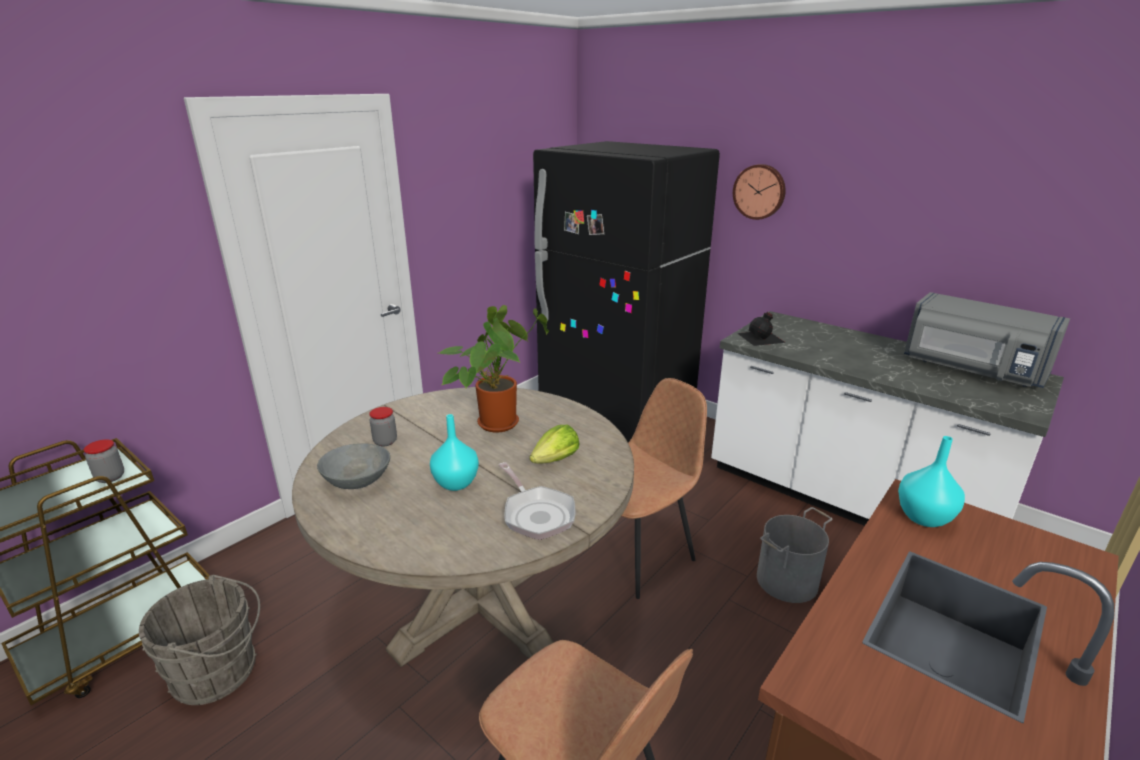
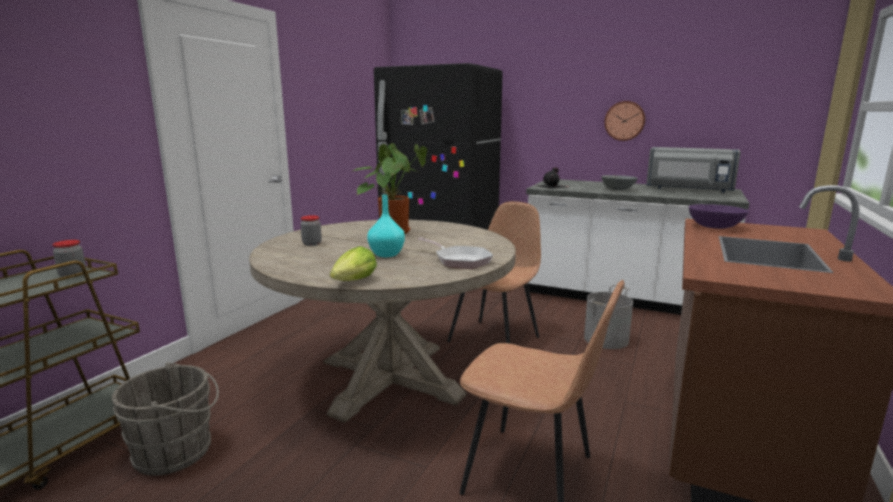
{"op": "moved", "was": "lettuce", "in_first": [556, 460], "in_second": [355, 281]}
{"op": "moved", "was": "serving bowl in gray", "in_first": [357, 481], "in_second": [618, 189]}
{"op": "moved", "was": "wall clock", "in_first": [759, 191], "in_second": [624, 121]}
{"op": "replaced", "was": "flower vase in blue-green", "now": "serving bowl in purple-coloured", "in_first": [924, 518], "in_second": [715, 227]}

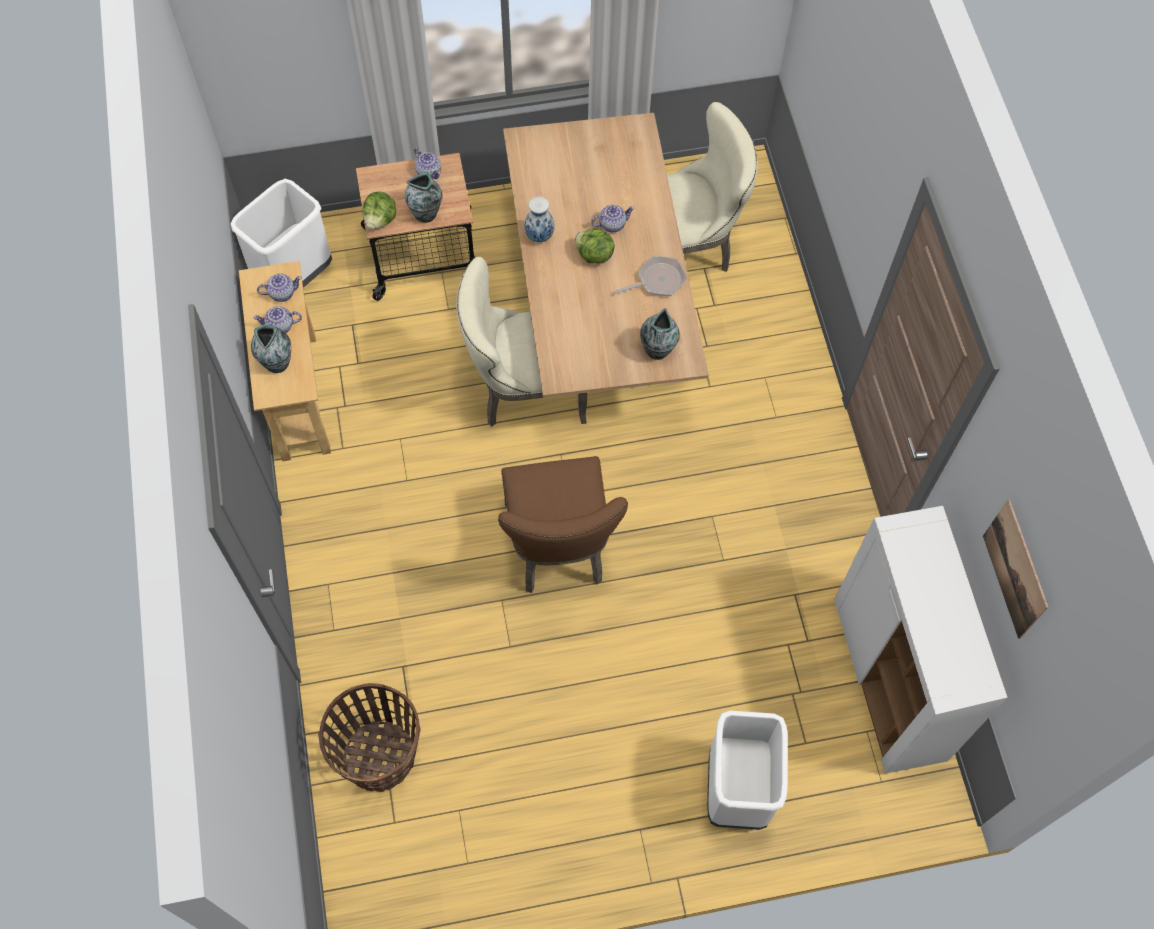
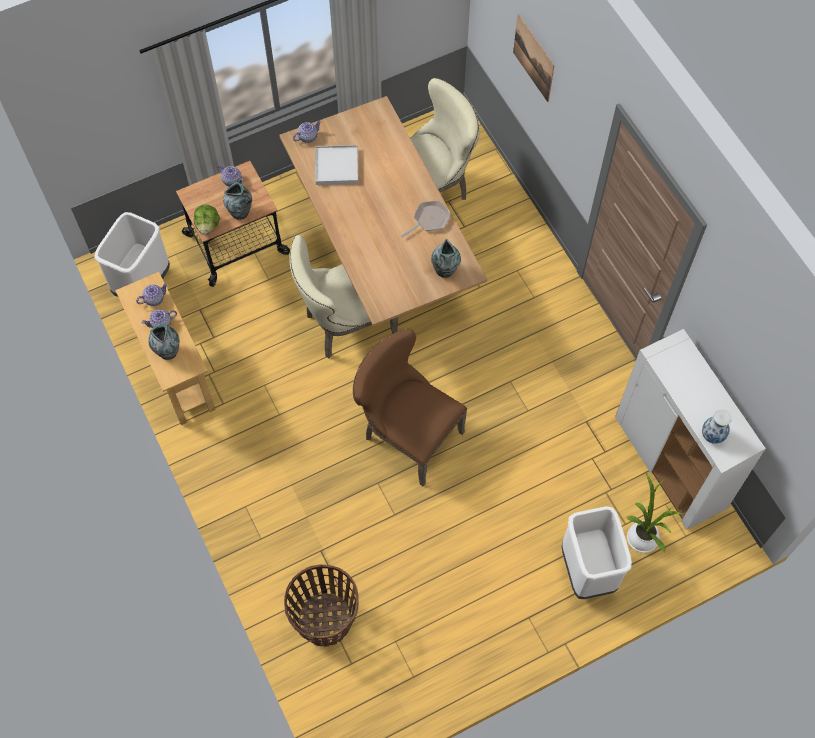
{"op": "moved", "was": "tea pot", "in_first": [611, 224], "in_second": [307, 137]}
{"op": "added", "now": "serving tray in white", "in_second": [336, 166]}
{"op": "turned", "was": "chair in brownish", "in_first": [558, 549], "in_second": [407, 434], "clockwise": 150}
{"op": "moved", "was": "picture", "in_first": [1015, 569], "in_second": [533, 58]}
{"op": "added", "now": "potted plant", "in_second": [641, 535]}
{"op": "moved", "was": "flower vase", "in_first": [539, 236], "in_second": [712, 436]}
{"op": "removed", "was": "lettuce", "in_first": [594, 255]}

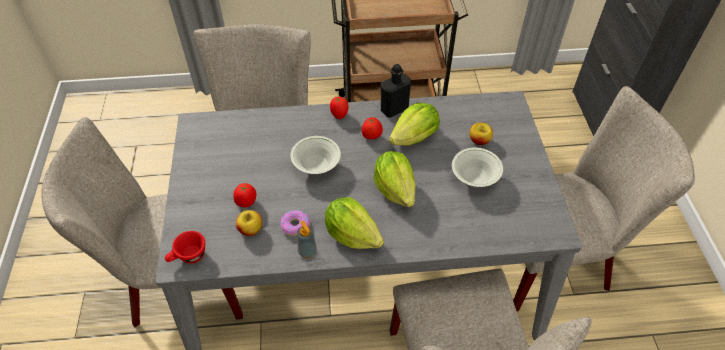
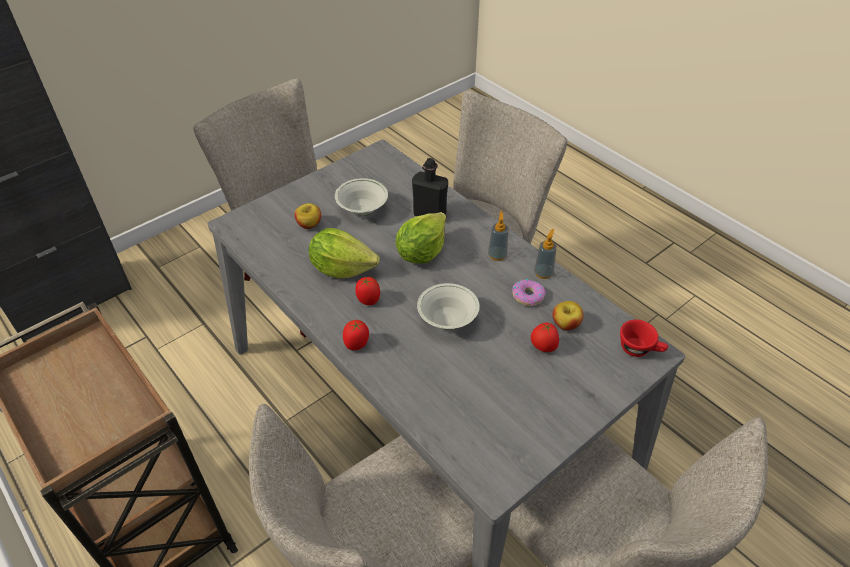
{"op": "moved", "was": "drink bottle in blackish", "in_first": [394, 109], "in_second": [429, 214]}
{"op": "replaced", "was": "lettuce", "now": "soap bottle", "in_first": [352, 234], "in_second": [497, 255]}

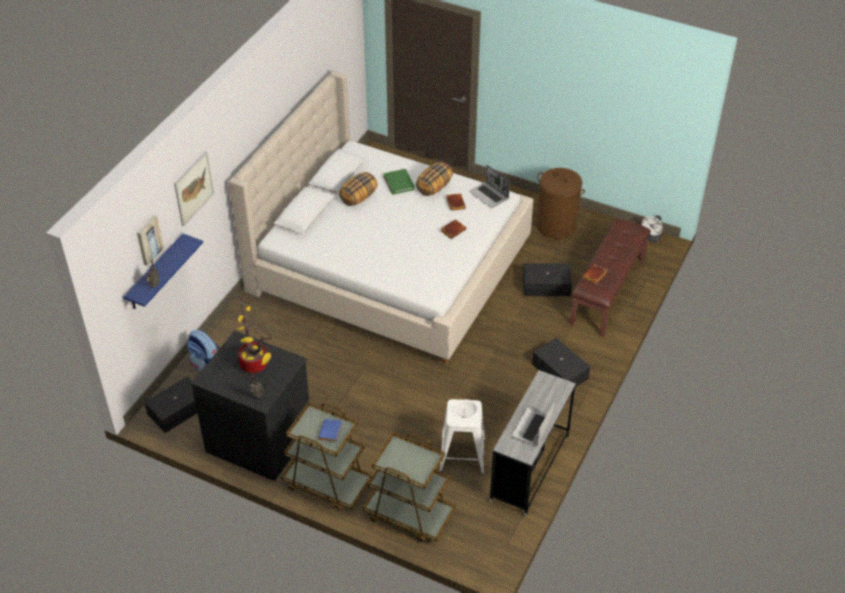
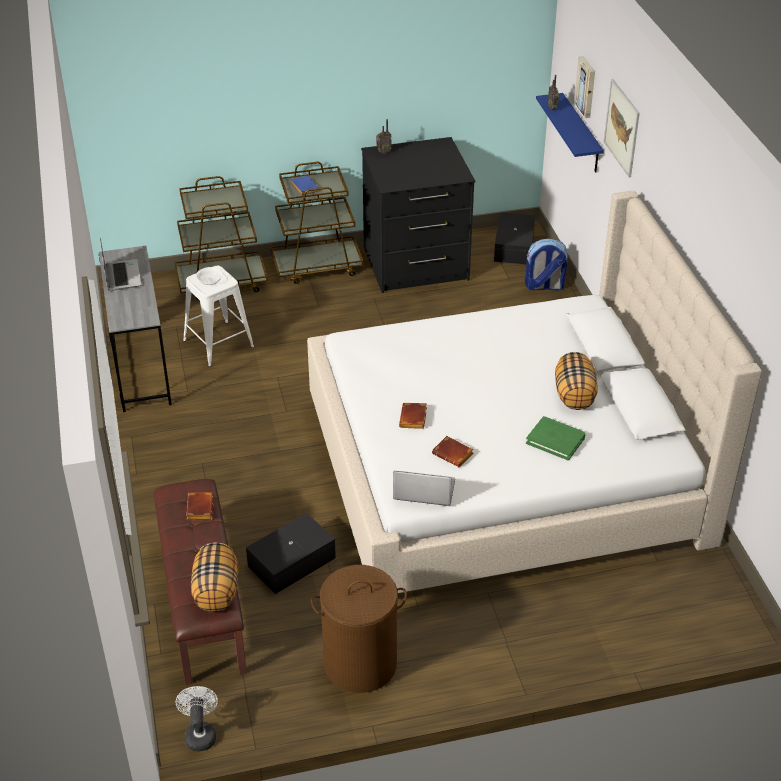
{"op": "moved", "was": "pillow", "in_first": [434, 188], "in_second": [217, 591]}
{"op": "removed", "was": "potted plant", "in_first": [256, 364]}
{"op": "removed", "was": "storage container in blackish", "in_first": [559, 372]}

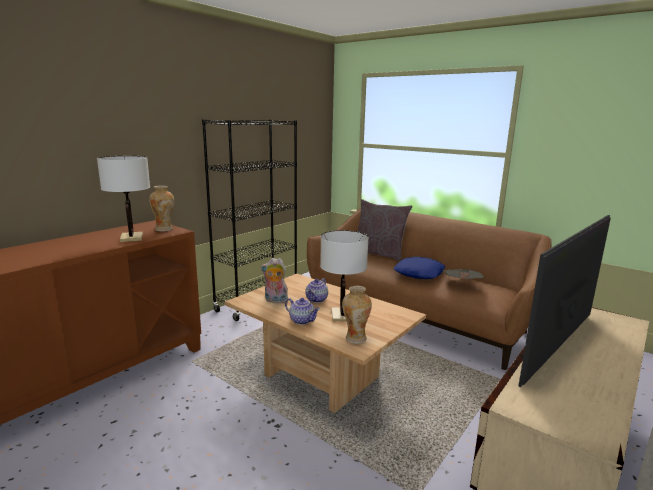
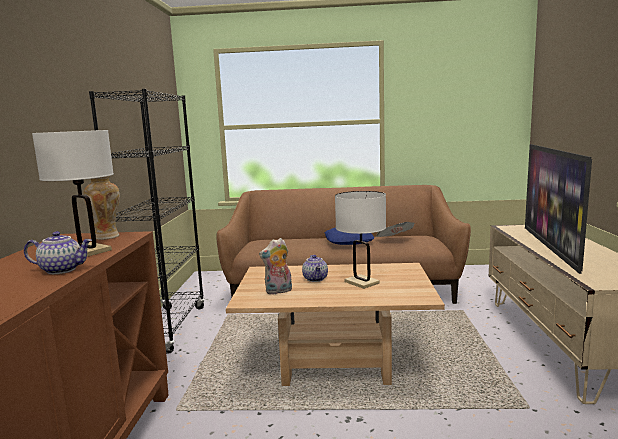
{"op": "moved", "was": "tea pot", "in_first": [302, 320], "in_second": [62, 270]}
{"op": "removed", "was": "flower vase", "in_first": [355, 338]}
{"op": "removed", "was": "pillow in gray", "in_first": [378, 254]}

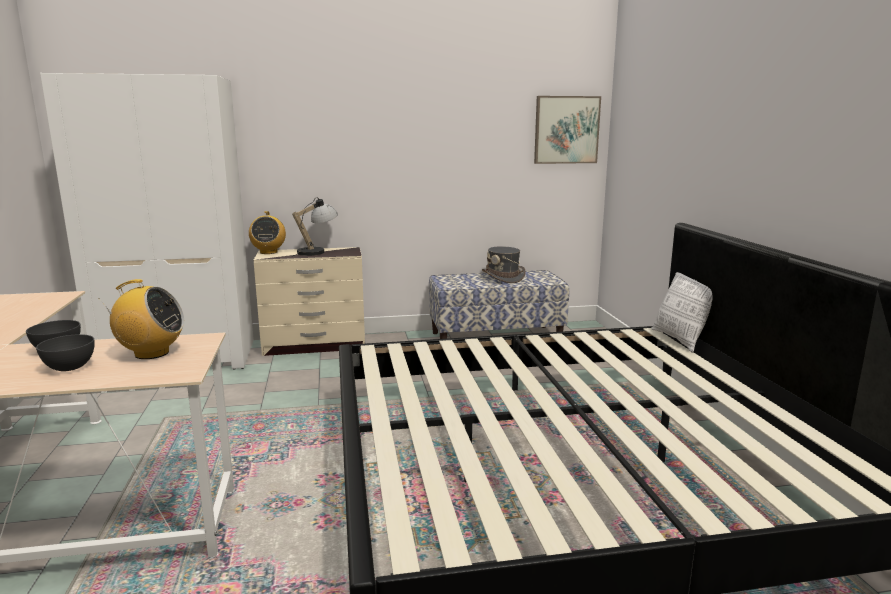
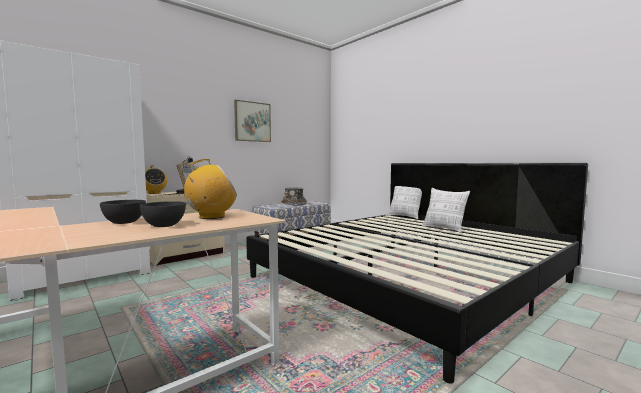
{"op": "moved", "was": "picture", "in_first": [566, 130], "in_second": [252, 121]}
{"op": "added", "now": "pillow", "in_second": [444, 229]}

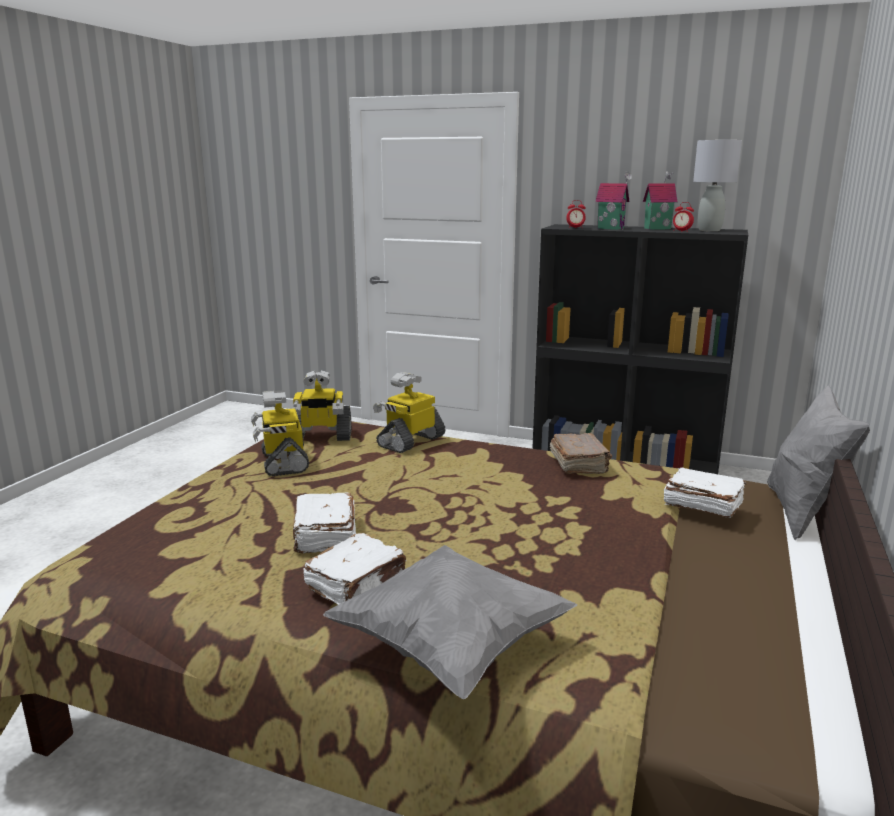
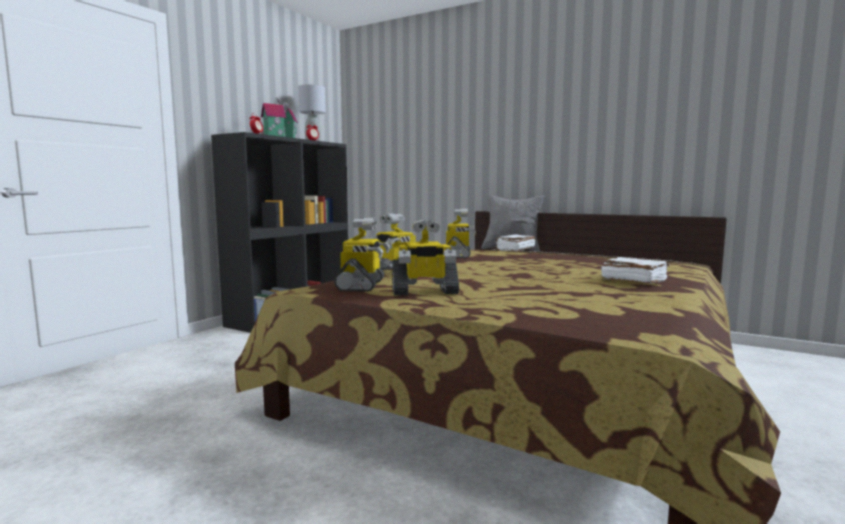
{"op": "replaced", "was": "book in brownish", "now": "model robot", "in_first": [579, 465], "in_second": [458, 255]}
{"op": "removed", "was": "book in white", "in_first": [324, 535]}
{"op": "removed", "was": "pillow in gray", "in_first": [451, 646]}

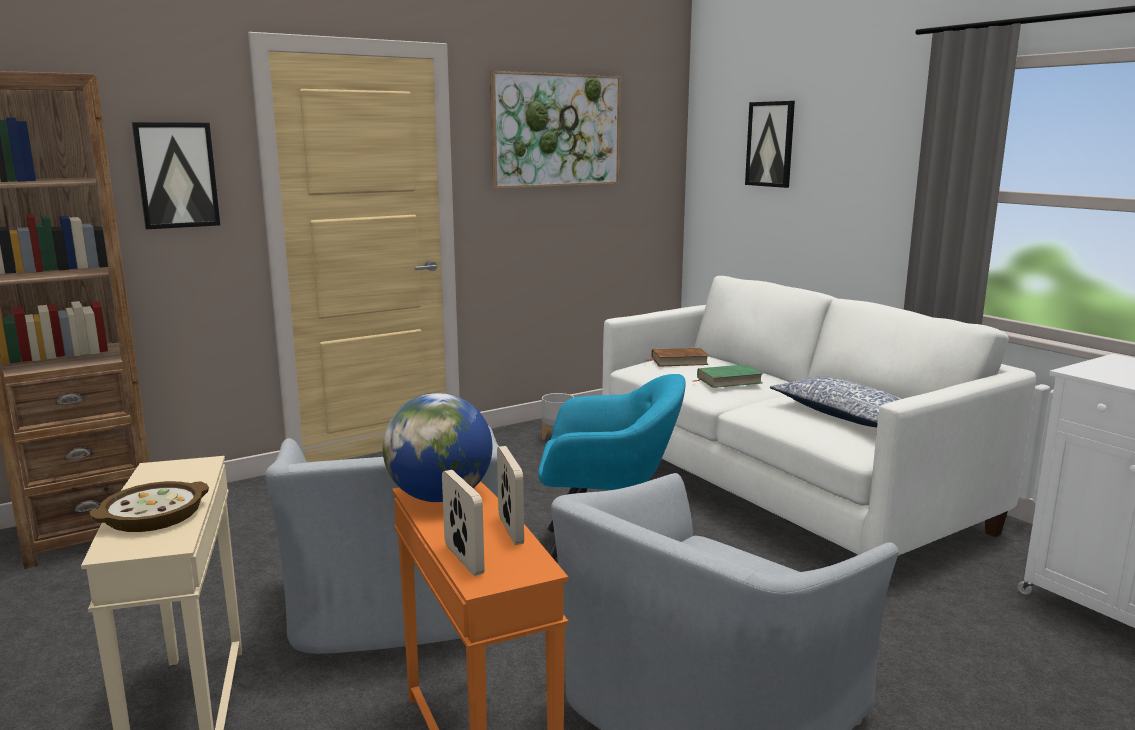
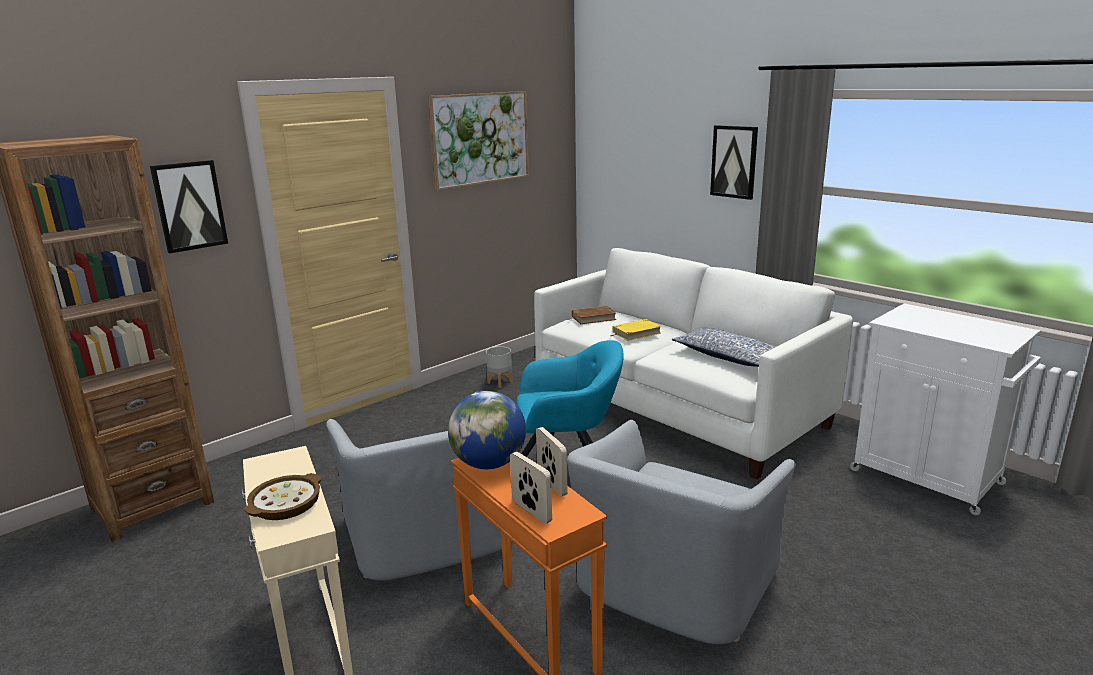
{"op": "recoloured", "was": "book in green", "now": "book in yellowish", "in_first": [729, 380], "in_second": [636, 333]}
{"op": "moved", "was": "picture", "in_first": [770, 144], "in_second": [734, 161]}

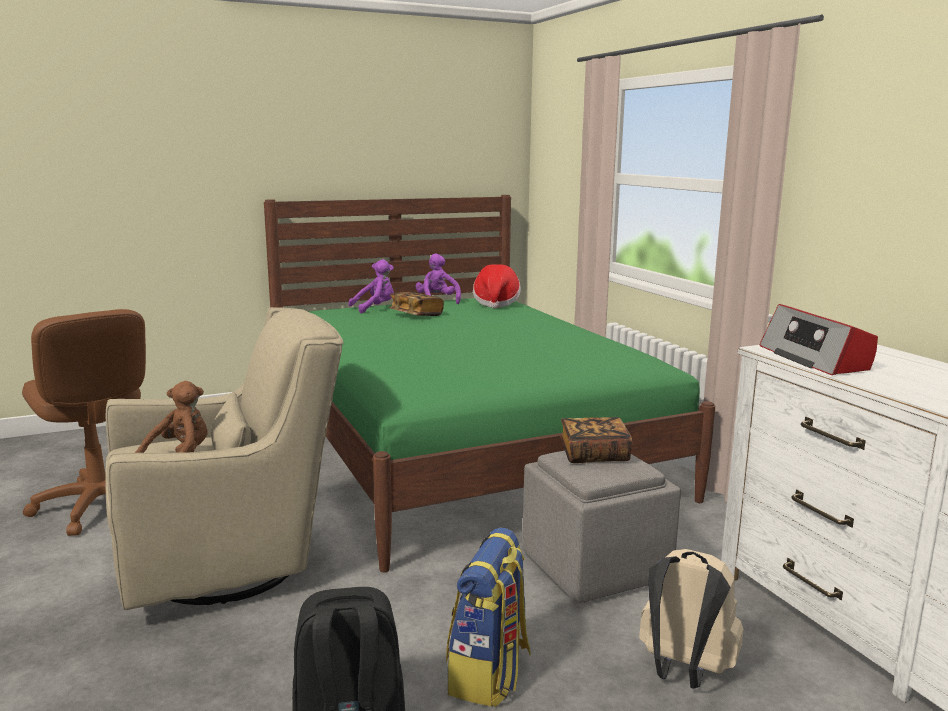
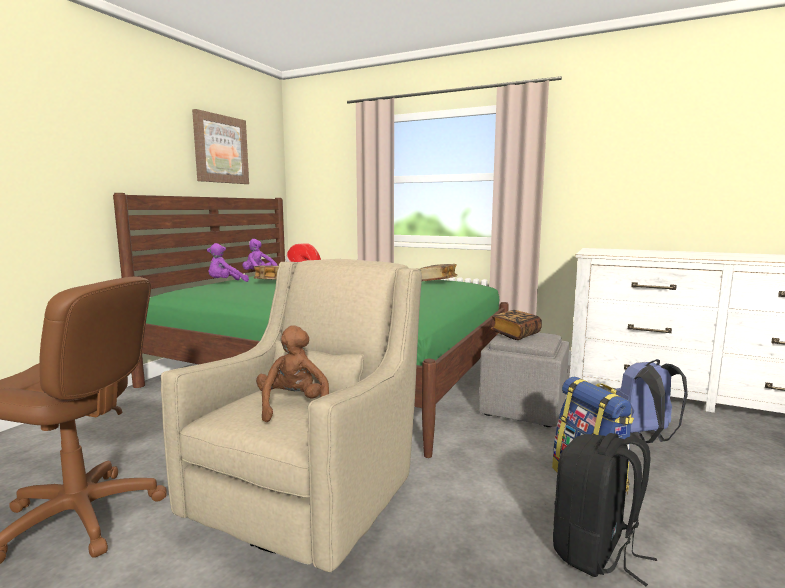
{"op": "added", "now": "picture", "in_second": [220, 149]}
{"op": "turned", "was": "cuddly toy in purple-coloured", "in_first": [375, 308], "in_second": [226, 283], "clockwise": -150}
{"op": "added", "now": "book", "in_second": [438, 281]}
{"op": "recoloured", "was": "rucksack in sand-coloured", "now": "rucksack in bluish", "in_first": [683, 671], "in_second": [644, 436]}
{"op": "removed", "was": "radio set", "in_first": [815, 359]}

